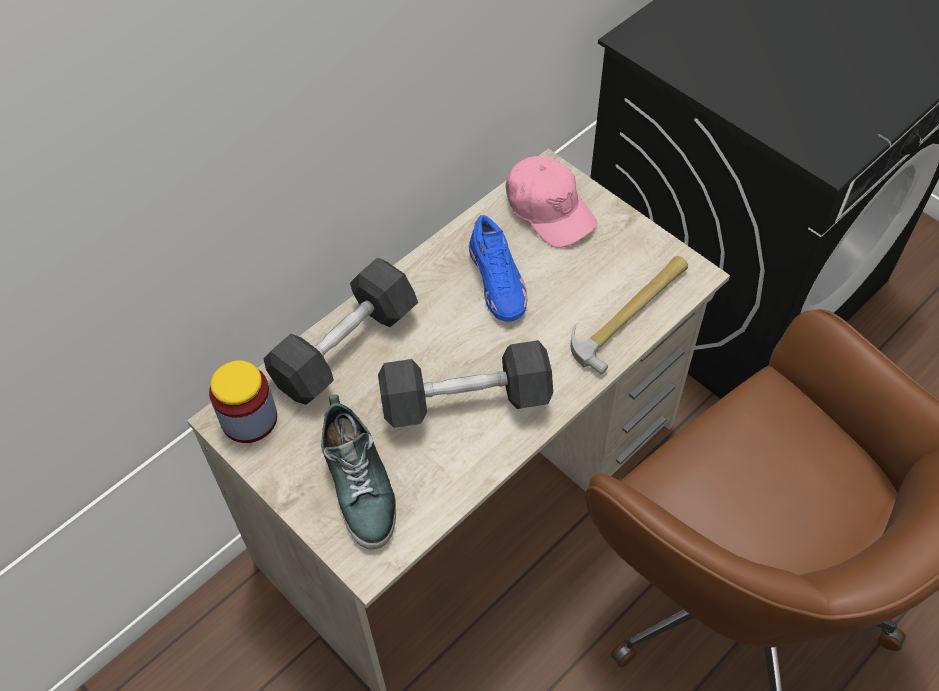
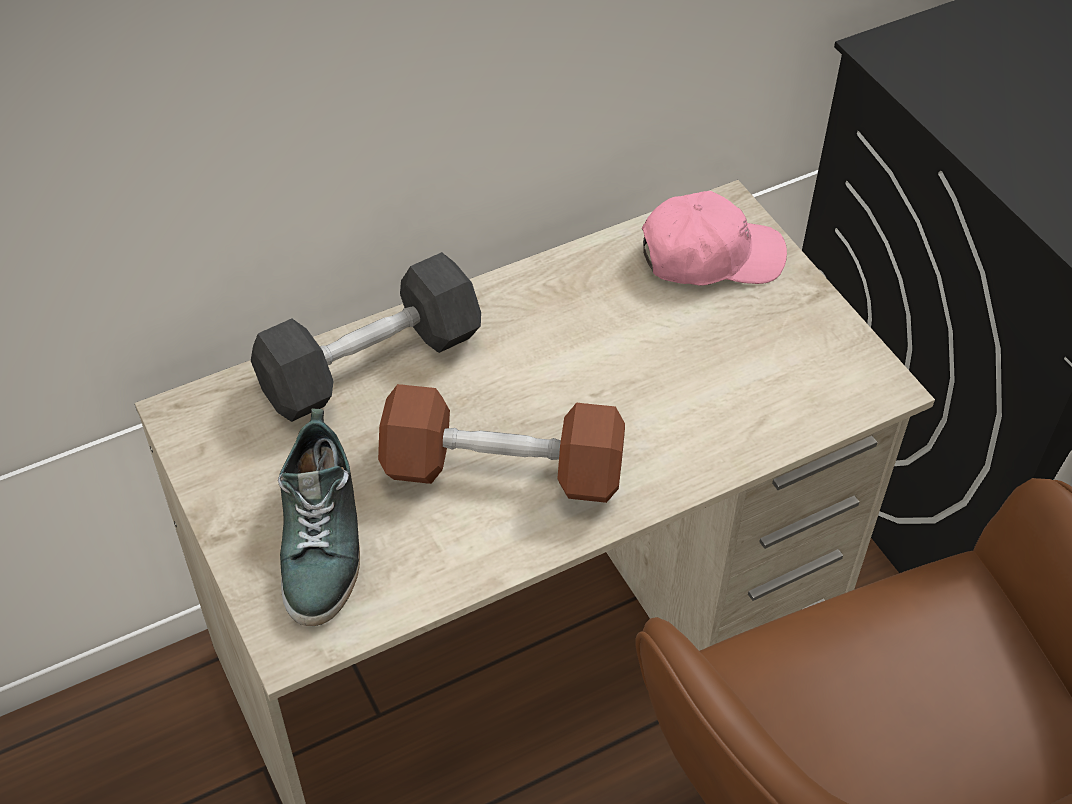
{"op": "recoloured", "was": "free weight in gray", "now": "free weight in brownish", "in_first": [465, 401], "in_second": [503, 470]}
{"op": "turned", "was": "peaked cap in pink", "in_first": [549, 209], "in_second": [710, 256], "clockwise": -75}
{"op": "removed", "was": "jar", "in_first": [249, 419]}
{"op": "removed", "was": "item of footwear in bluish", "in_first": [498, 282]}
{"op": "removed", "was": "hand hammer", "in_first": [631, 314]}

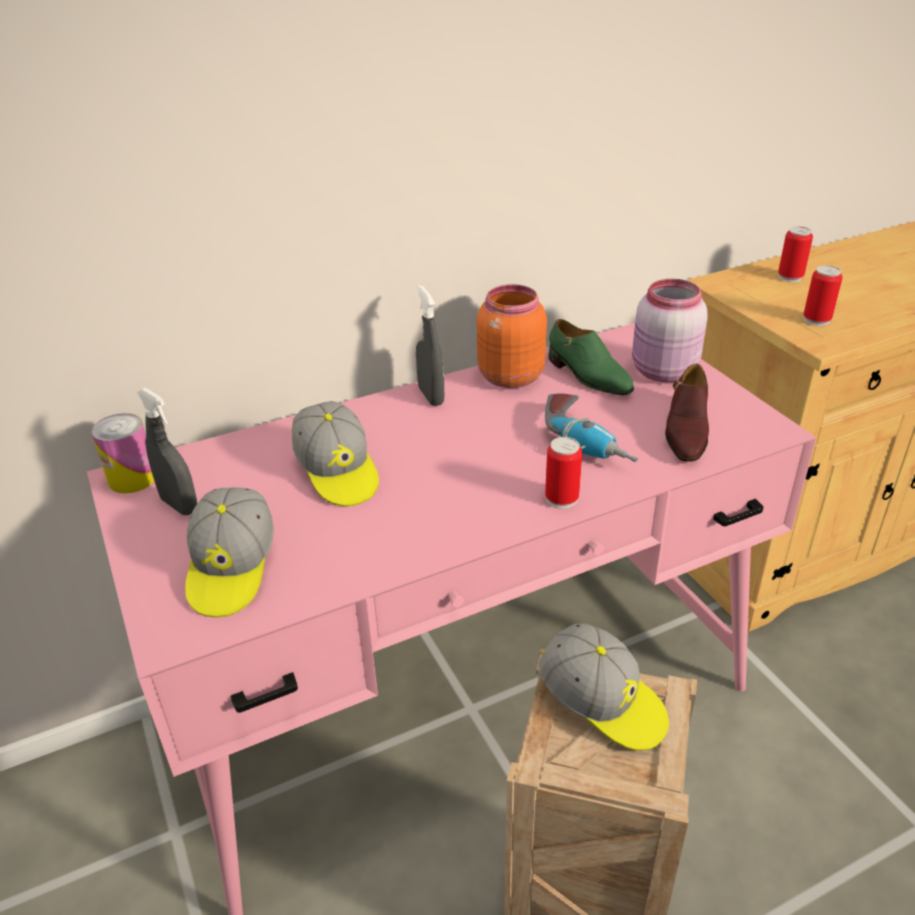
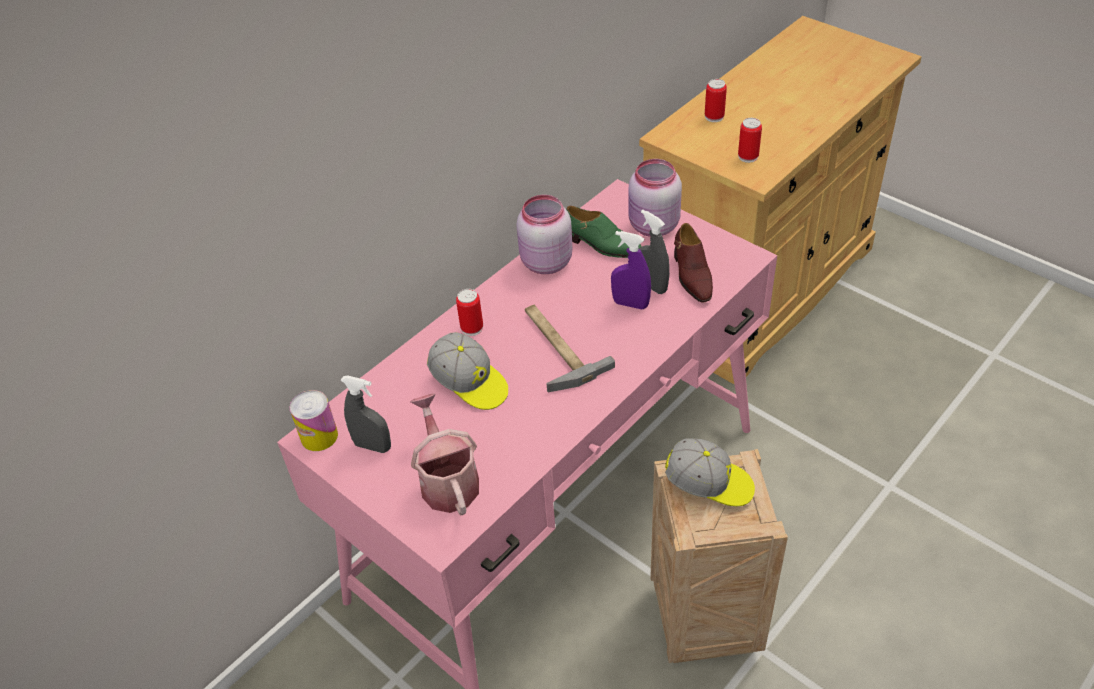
{"op": "replaced", "was": "peaked cap", "now": "sprinkling can", "in_first": [232, 569], "in_second": [447, 480]}
{"op": "moved", "was": "sealed can", "in_first": [561, 498], "in_second": [472, 328]}
{"op": "recoloured", "was": "jar in orange-coloured", "now": "jar in pink", "in_first": [508, 377], "in_second": [544, 263]}
{"op": "added", "now": "hand hammer", "in_second": [555, 347]}
{"op": "replaced", "was": "electric drill", "now": "spray bottle in purple-coloured", "in_first": [588, 441], "in_second": [630, 304]}
{"op": "moved", "was": "spray bottle in gray", "in_first": [431, 396], "in_second": [652, 286]}

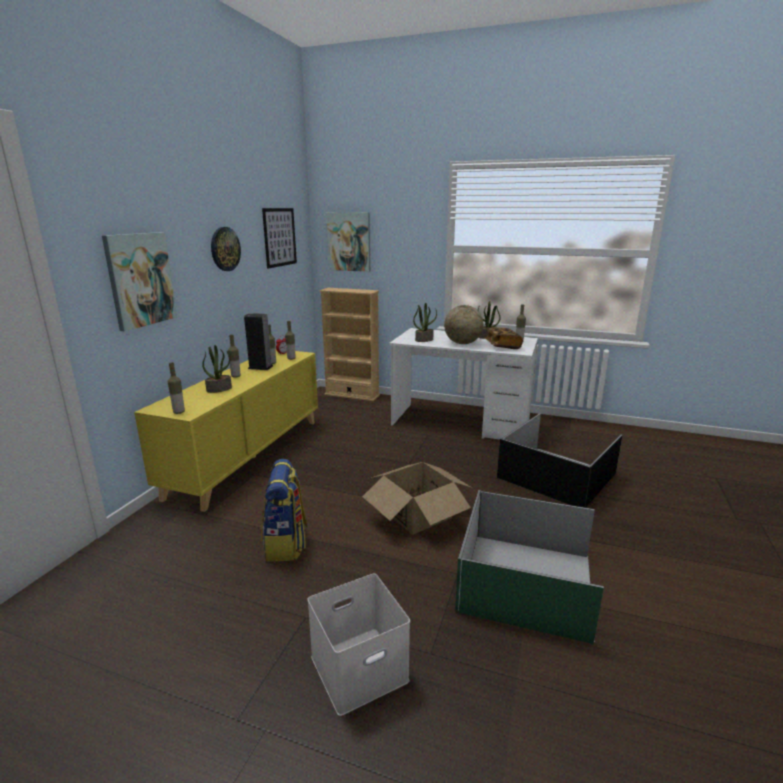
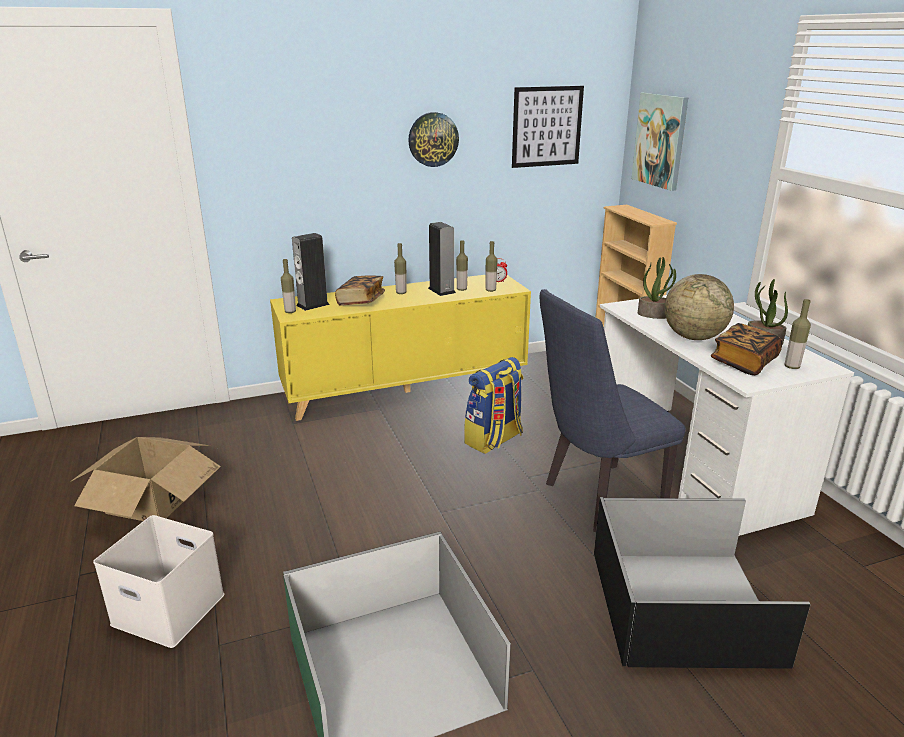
{"op": "moved", "was": "packing box", "in_first": [417, 513], "in_second": [153, 500]}
{"op": "added", "now": "audio speaker", "in_second": [313, 305]}
{"op": "replaced", "was": "potted plant", "now": "book", "in_first": [219, 389], "in_second": [361, 301]}
{"op": "moved", "was": "rucksack", "in_first": [286, 544], "in_second": [494, 440]}
{"op": "added", "now": "chair in bluish", "in_second": [596, 499]}
{"op": "removed", "was": "picture", "in_first": [140, 279]}

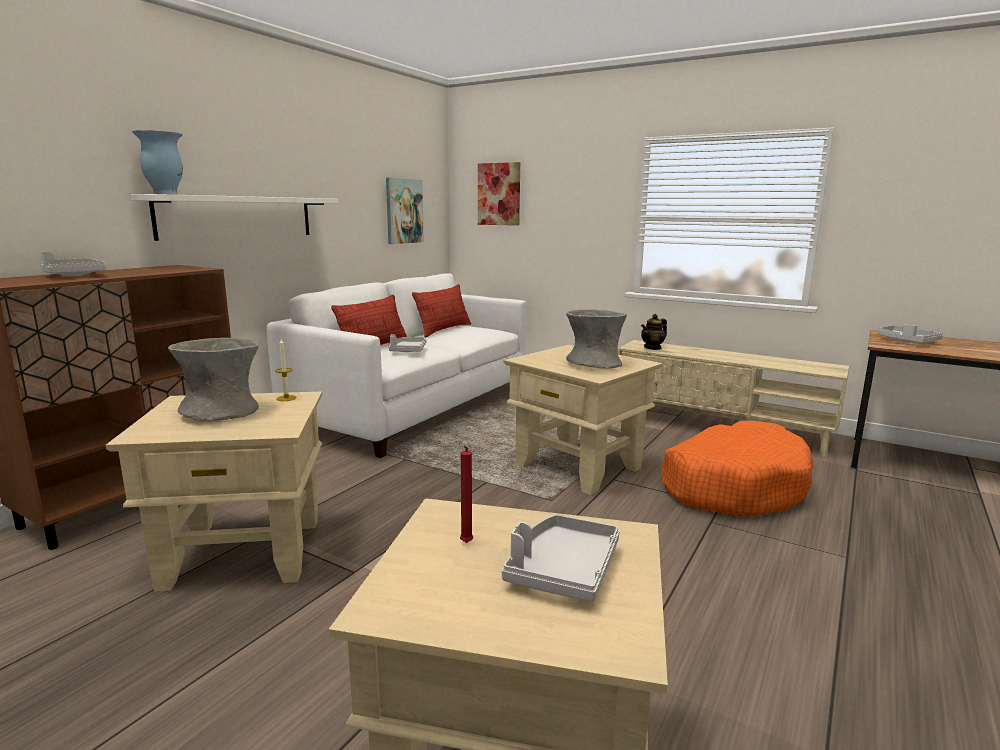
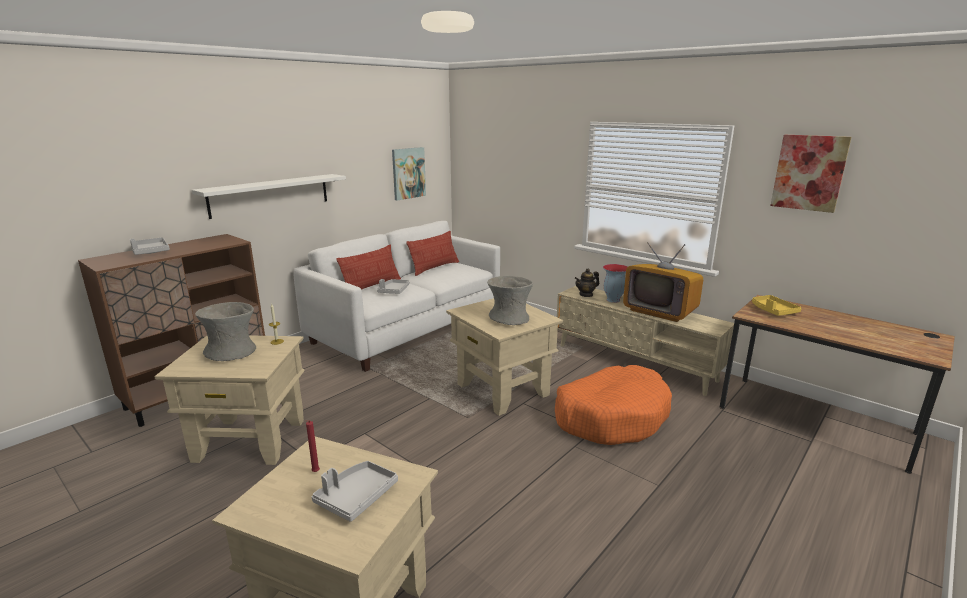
{"op": "moved", "was": "flower vase", "in_first": [164, 194], "in_second": [612, 300]}
{"op": "added", "now": "TV set", "in_second": [660, 311]}
{"op": "recoloured", "was": "serving tray in gray", "now": "serving tray in yellowish", "in_first": [906, 341], "in_second": [773, 311]}
{"op": "moved", "was": "picture", "in_first": [499, 194], "in_second": [809, 173]}

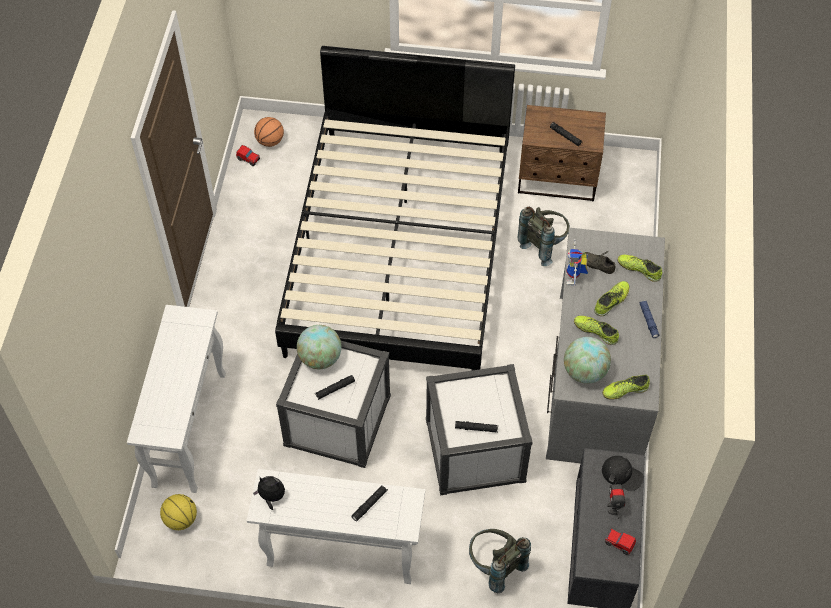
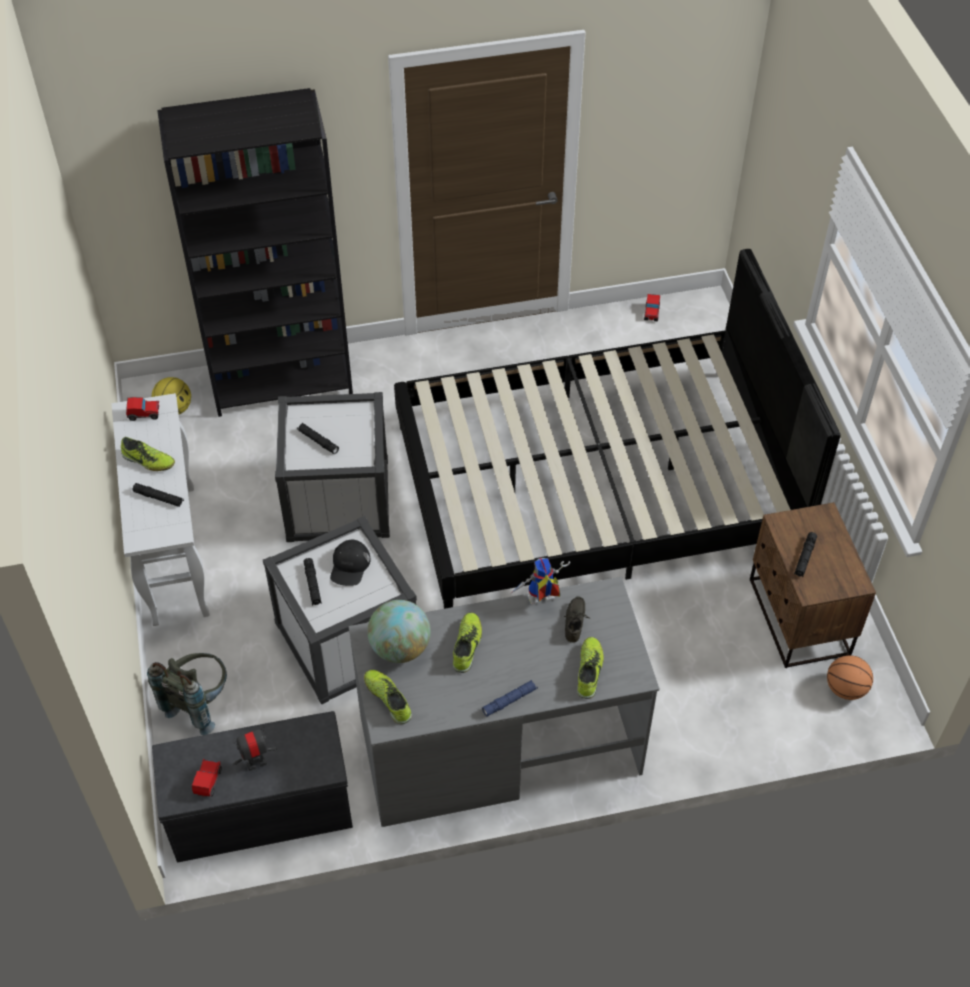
{"op": "moved", "was": "item of footwear", "in_first": [612, 301], "in_second": [148, 461]}
{"op": "replaced", "was": "cuddly toy", "now": "miniature car", "in_first": [271, 497], "in_second": [144, 414]}
{"op": "replaced", "was": "narrow table in white", "now": "shelving unit in blackish", "in_first": [189, 428], "in_second": [282, 380]}
{"op": "moved", "was": "peaked cap in blackish", "in_first": [622, 474], "in_second": [350, 566]}
{"op": "moved", "was": "basketball", "in_first": [270, 141], "in_second": [845, 689]}
{"op": "removed", "was": "world globe", "in_first": [320, 358]}
{"op": "removed", "was": "rucksack in gray", "in_first": [544, 245]}

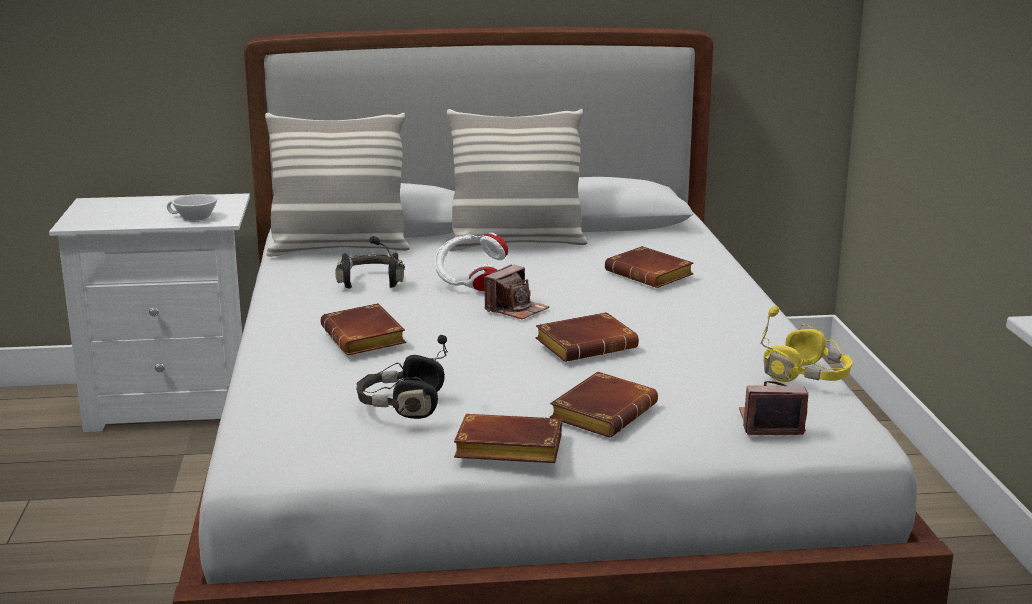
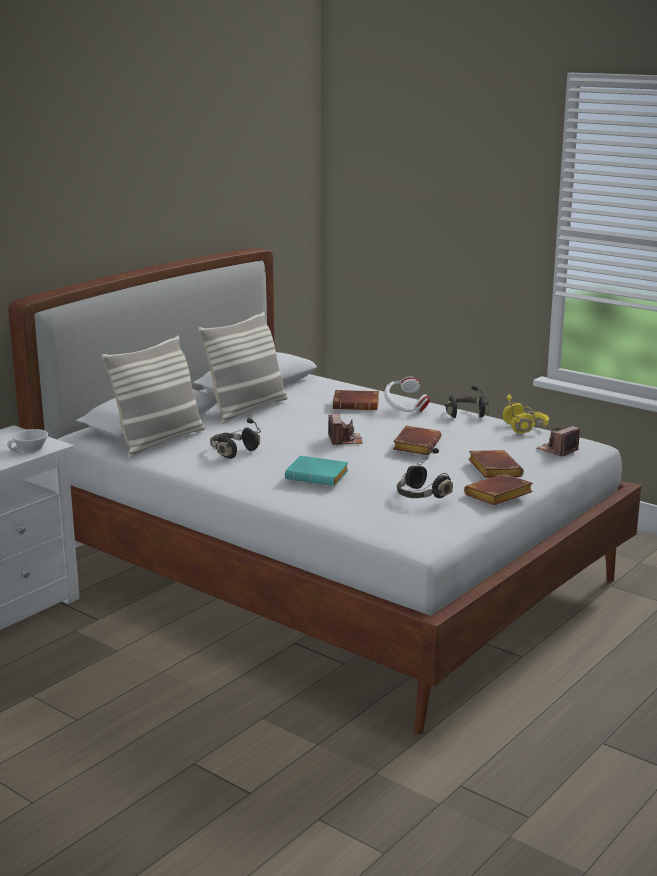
{"op": "recoloured", "was": "book in brownish", "now": "book in blue-green", "in_first": [366, 338], "in_second": [319, 476]}
{"op": "moved", "was": "pair of headphones in white", "in_first": [470, 284], "in_second": [405, 410]}
{"op": "added", "now": "pair of headphones in blackish", "in_second": [465, 414]}

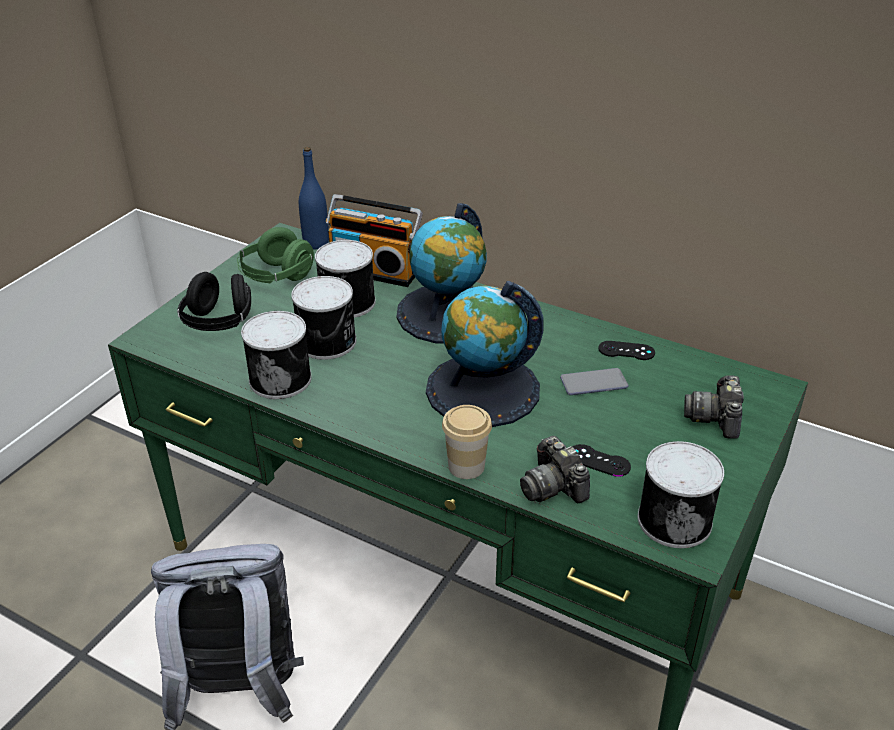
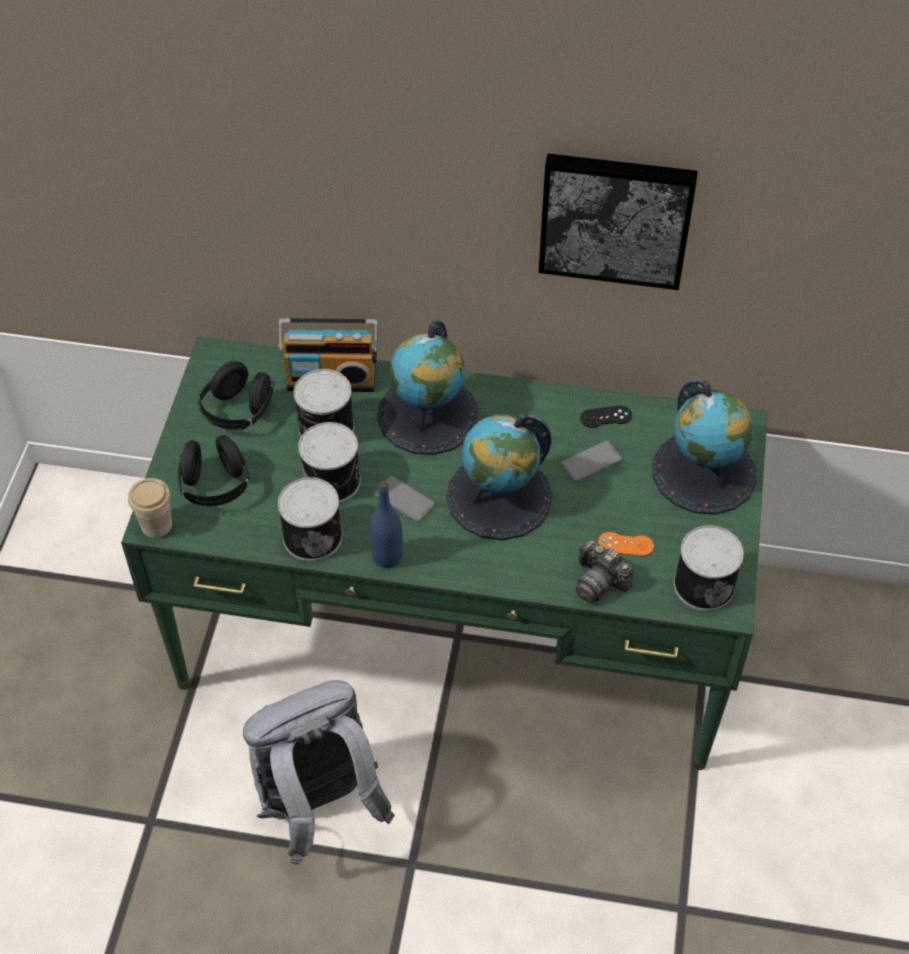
{"op": "moved", "was": "small cup", "in_first": [466, 466], "in_second": [156, 525]}
{"op": "recoloured", "was": "pair of headphones in green", "now": "pair of headphones in blackish", "in_first": [276, 276], "in_second": [237, 412]}
{"op": "moved", "was": "drink bottle in bluish", "in_first": [316, 243], "in_second": [387, 557]}
{"op": "added", "now": "phone", "in_second": [404, 500]}
{"op": "added", "now": "picture", "in_second": [615, 217]}
{"op": "recoloured", "was": "joypad in blackish", "now": "joypad in orange-coloured", "in_first": [599, 461], "in_second": [625, 544]}
{"op": "replaced", "was": "photo camera", "now": "world globe", "in_first": [715, 418], "in_second": [704, 472]}

